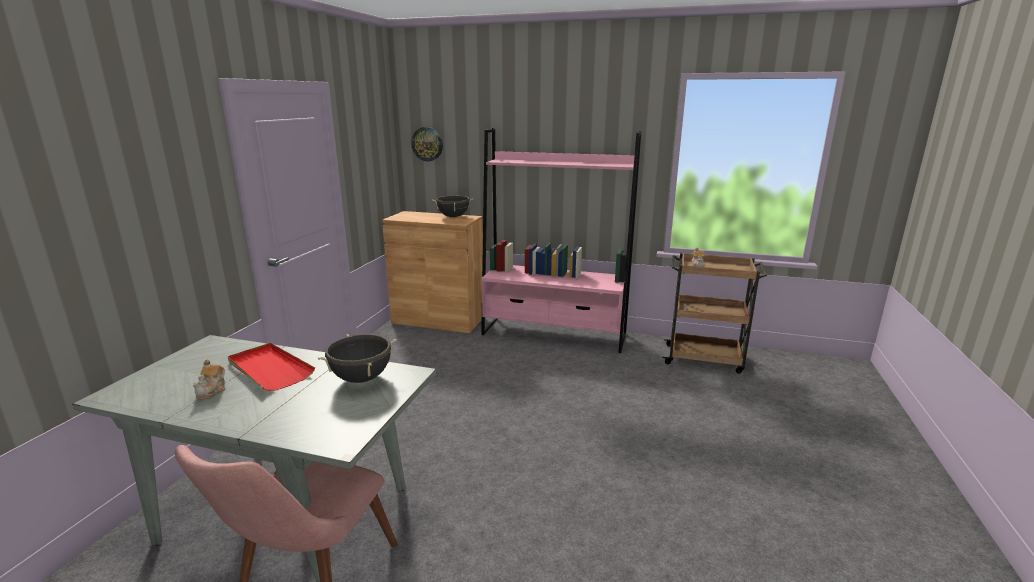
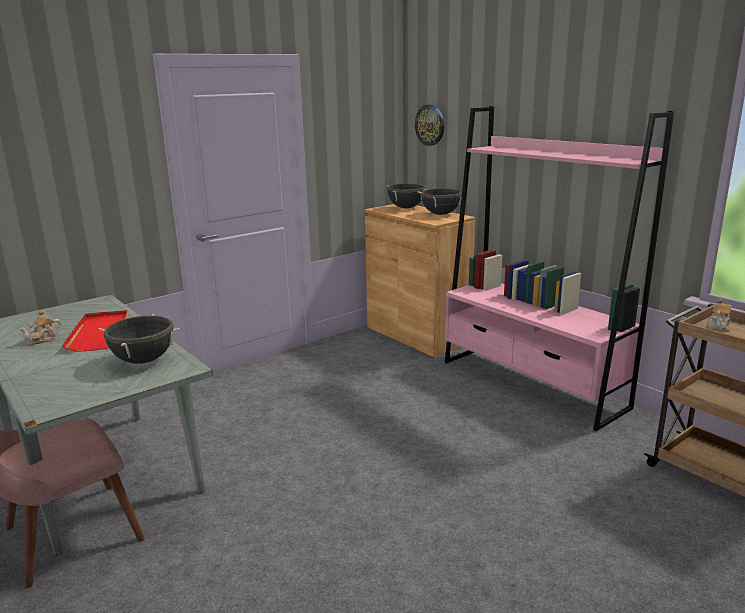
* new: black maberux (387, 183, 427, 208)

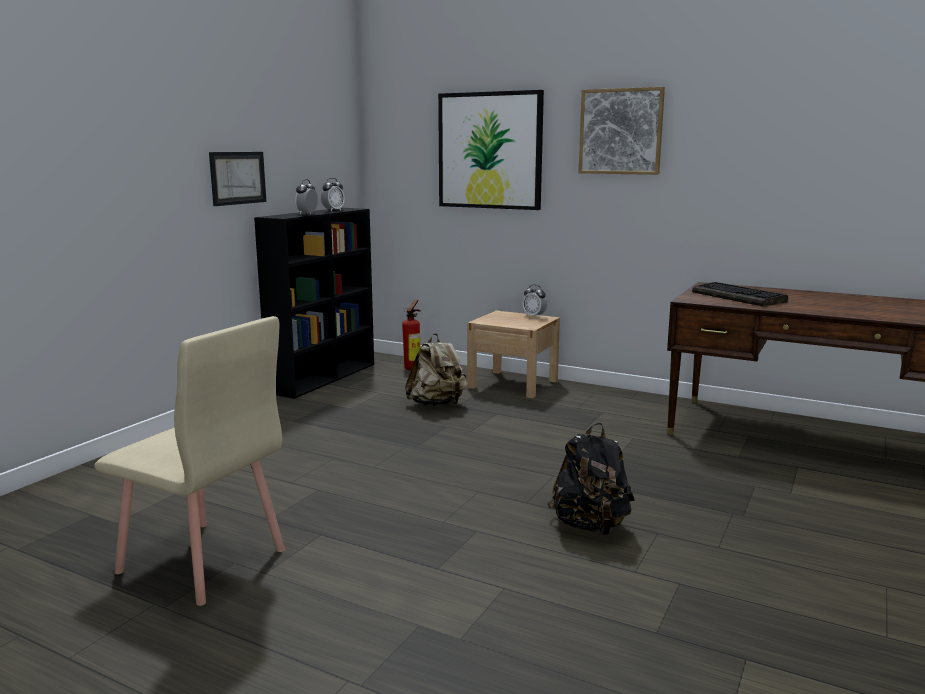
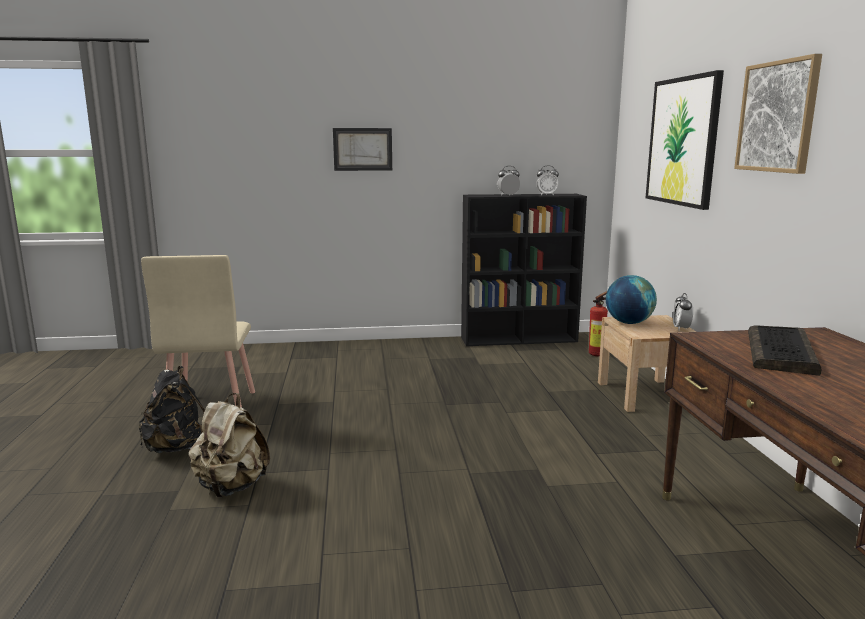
* shifted: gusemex (209, 152, 266, 206) to (333, 128, 392, 171)
* shifted: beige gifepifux (405, 333, 468, 406) to (188, 393, 270, 497)
* shifted: black gifepifux (547, 423, 635, 535) to (139, 366, 205, 453)
* new: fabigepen (606, 275, 657, 324)

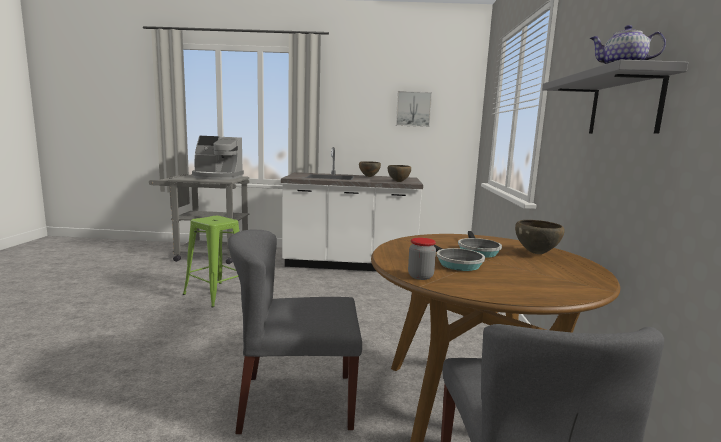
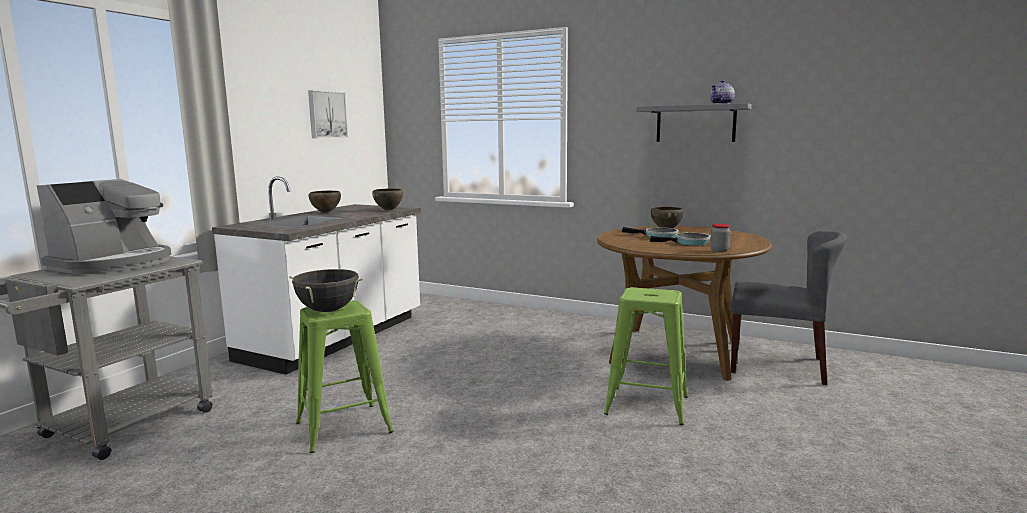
* swapped: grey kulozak (228, 230, 362, 434) to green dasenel (604, 287, 688, 425)
* new: black maberux (289, 269, 363, 312)

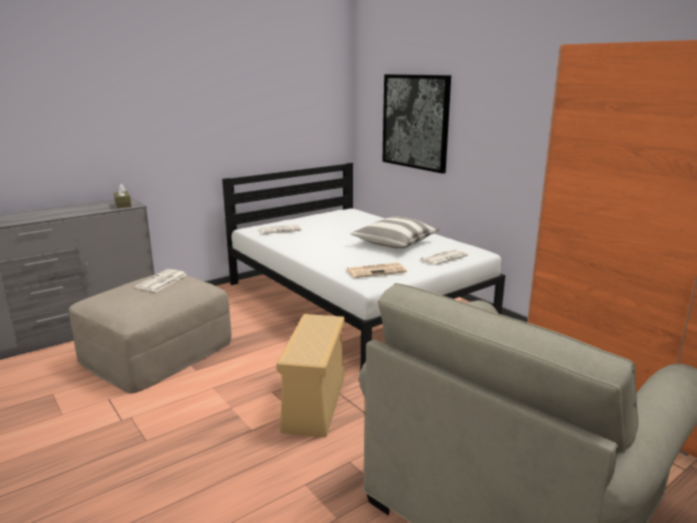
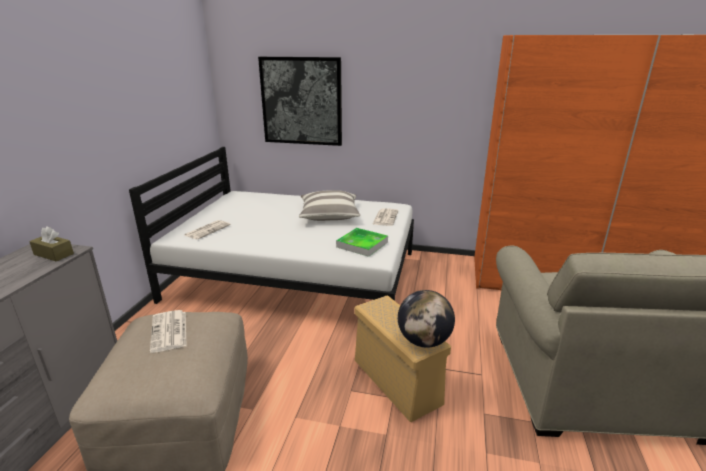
* swapped: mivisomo (347, 262, 407, 278) to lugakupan (336, 228, 388, 257)
* new: fabigepen (398, 290, 455, 348)

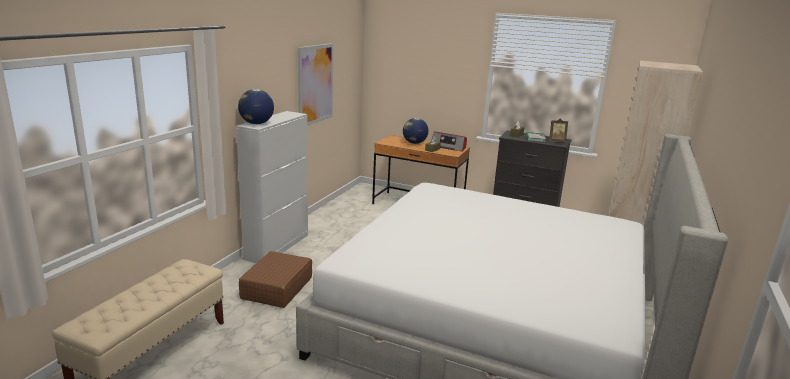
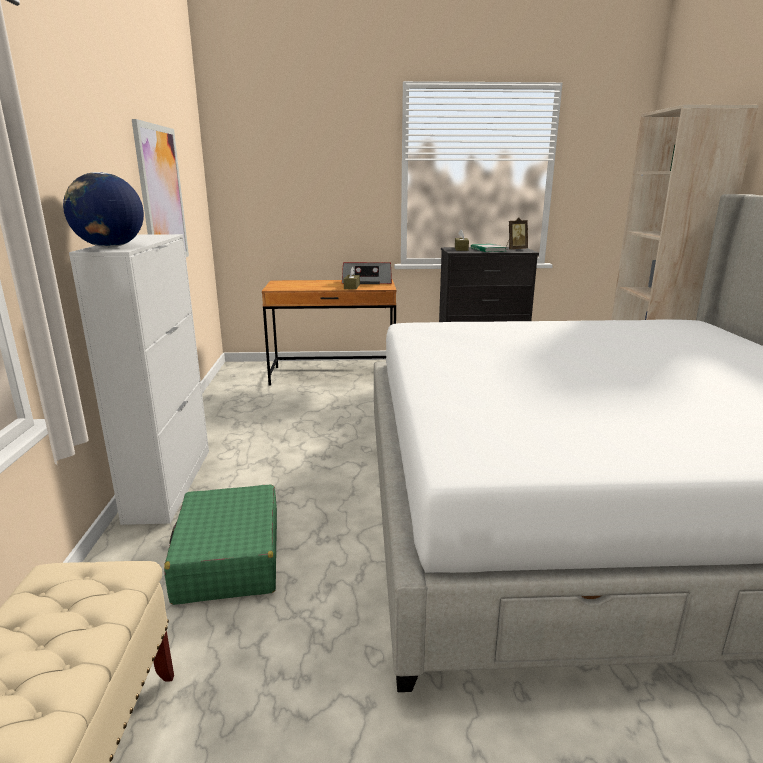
* repainted: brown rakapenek (239, 251, 312, 308) to green rakapenek (164, 484, 277, 605)
* gone: fabigepen (403, 118, 428, 144)

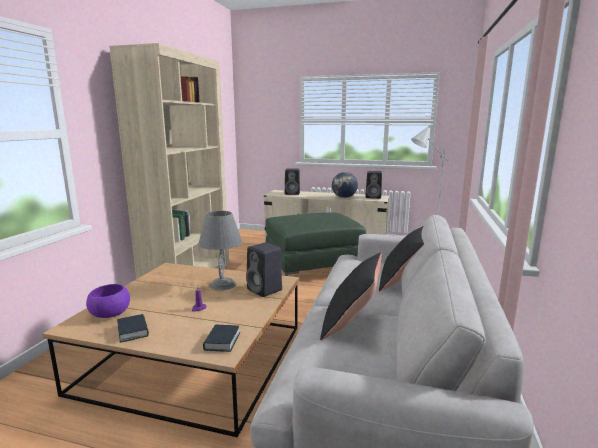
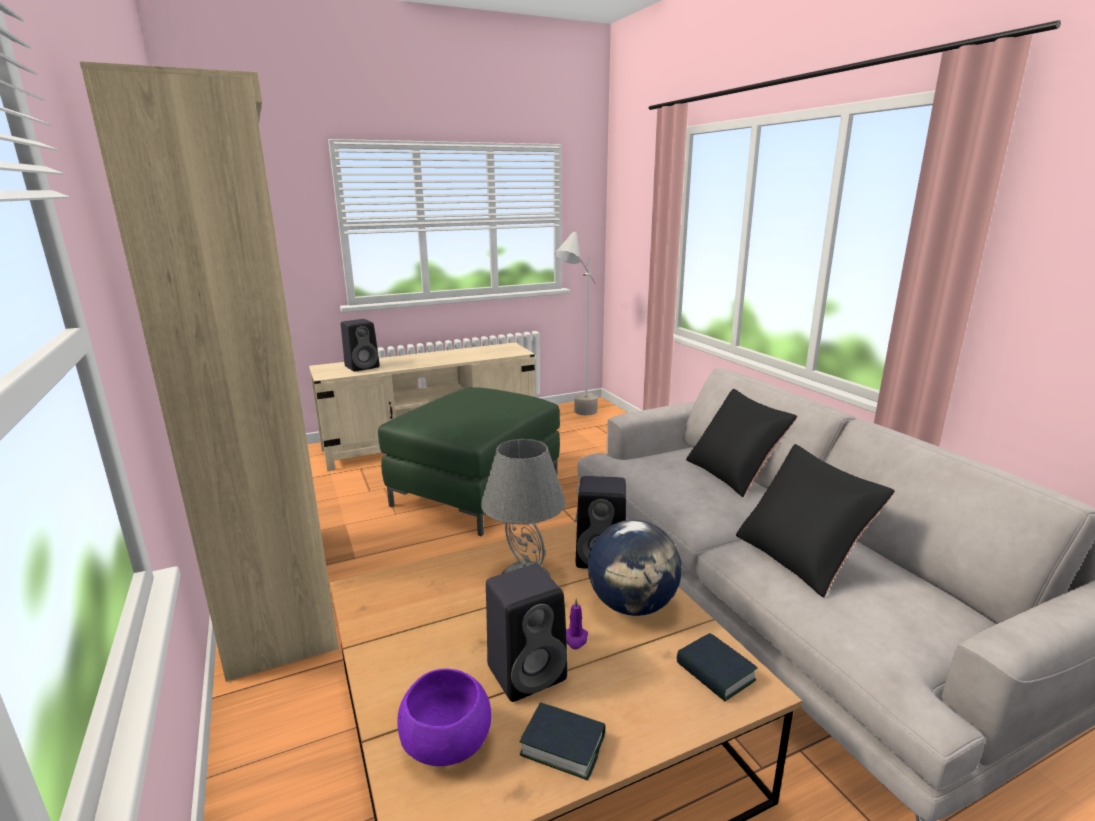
* shifted: fabigepen (332, 172, 358, 198) to (588, 520, 682, 616)
* shifted: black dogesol (365, 171, 382, 199) to (486, 564, 567, 702)

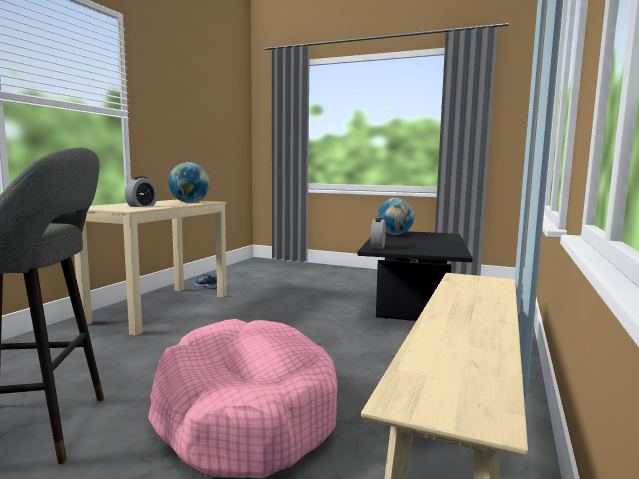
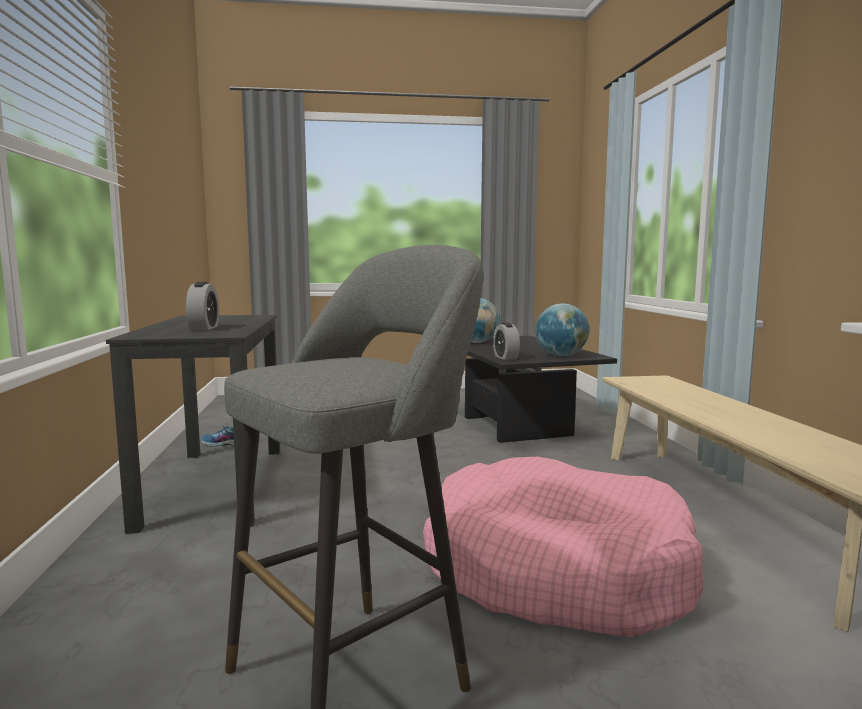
* repainted: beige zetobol (74, 200, 227, 336) to black zetobol (106, 315, 280, 534)
* shifted: fabigepen (168, 162, 210, 203) to (535, 303, 589, 356)

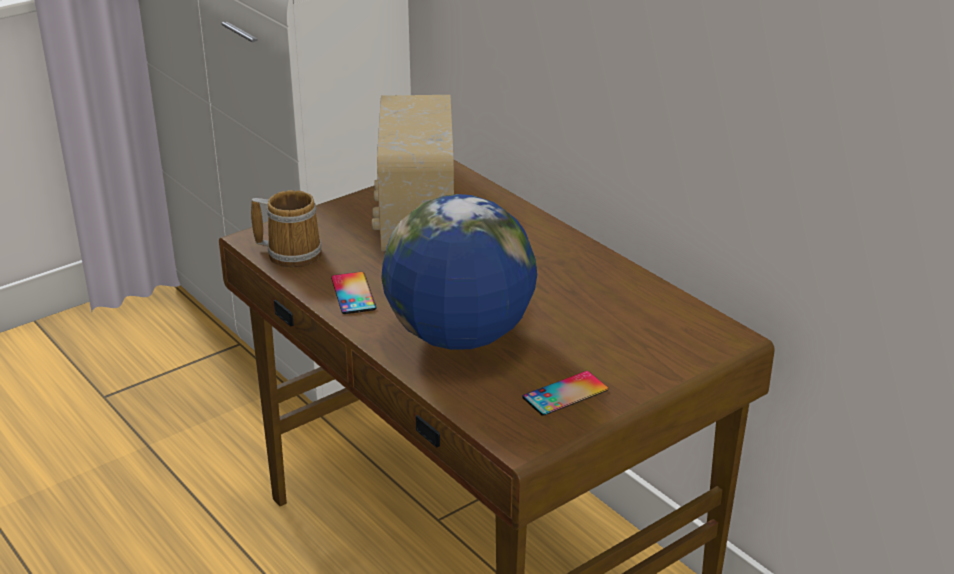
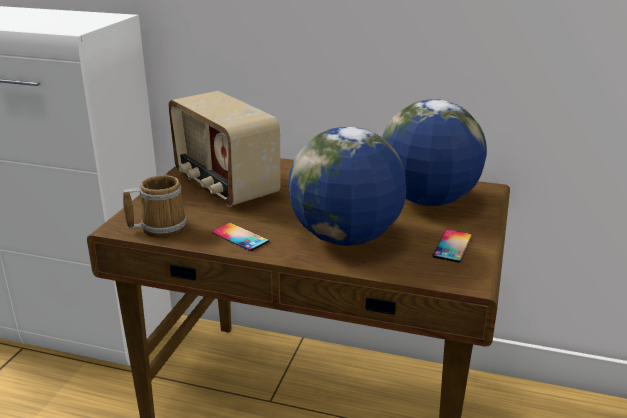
* new: fabigepen (382, 99, 487, 206)

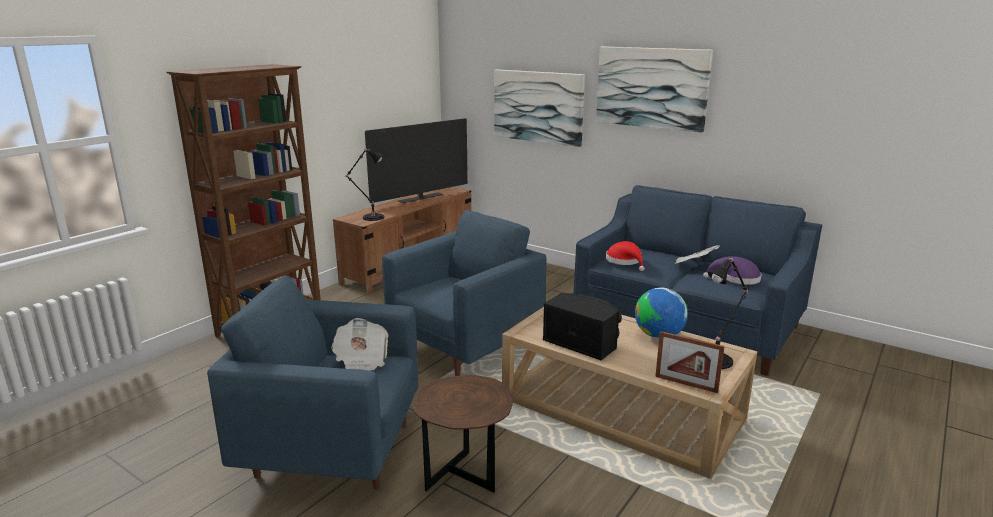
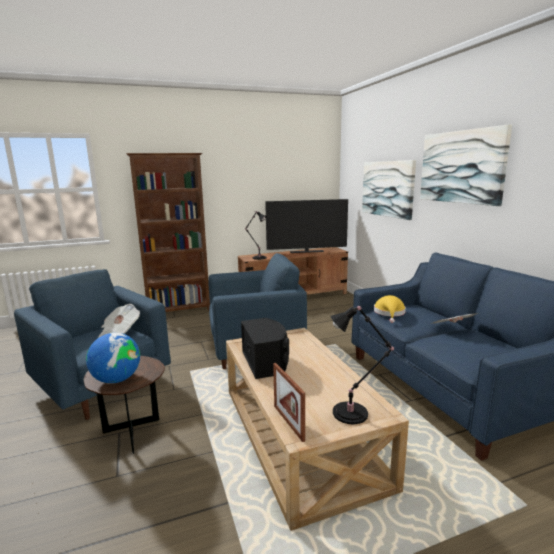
* repainted: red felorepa (606, 241, 645, 271) to yellow felorepa (374, 295, 406, 323)
* shifted: fabigepen (635, 287, 688, 339) to (86, 333, 140, 384)
* gone: purple felorepa (703, 256, 762, 285)

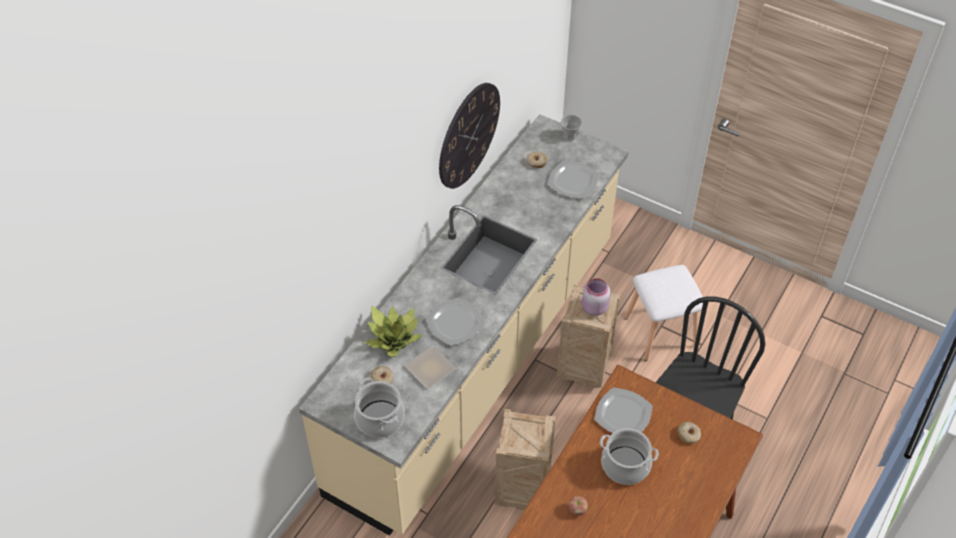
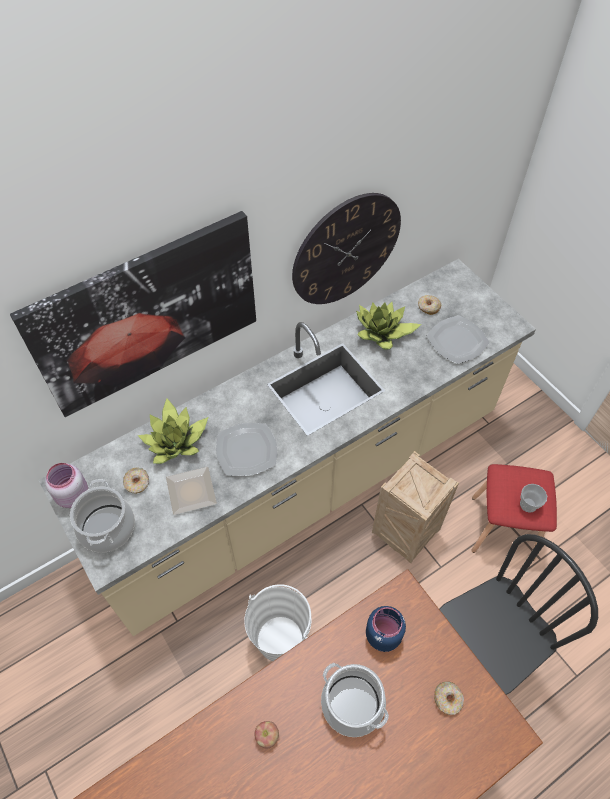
* swapped: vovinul (495, 409, 556, 510) to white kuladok (244, 584, 311, 661)
* shifted: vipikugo (561, 115, 582, 141) to (520, 484, 547, 513)
* shifted: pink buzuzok (582, 278, 611, 316) to (45, 463, 88, 508)
* swapped: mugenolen (594, 387, 653, 433) to blue buzuzok (366, 606, 406, 652)
* repainted: white dasenel (624, 265, 703, 361) to red dasenel (471, 464, 557, 561)
* new: gusemex (10, 211, 256, 417)
* new: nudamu (356, 302, 422, 350)

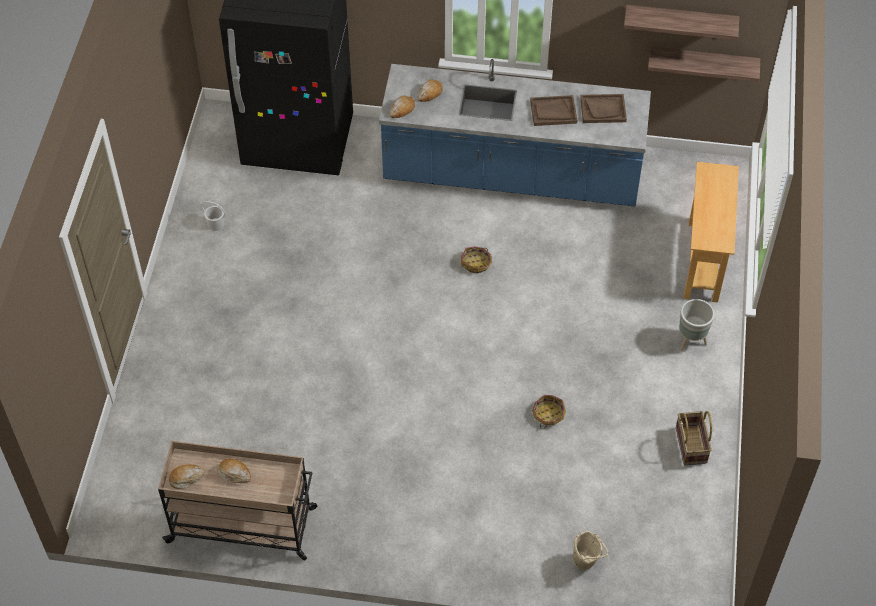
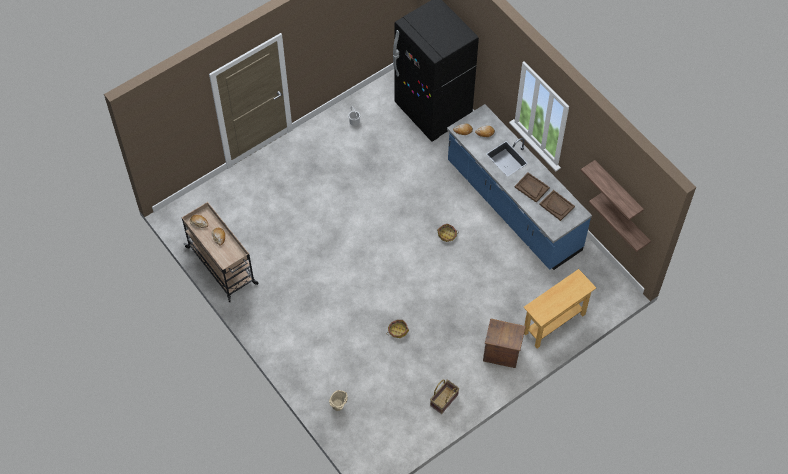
* swapped: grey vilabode (679, 299, 715, 351) to vovinul (483, 319, 526, 368)

